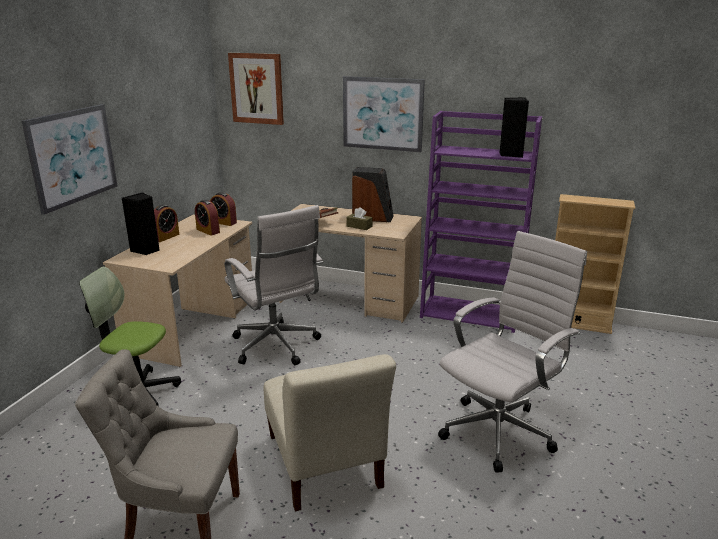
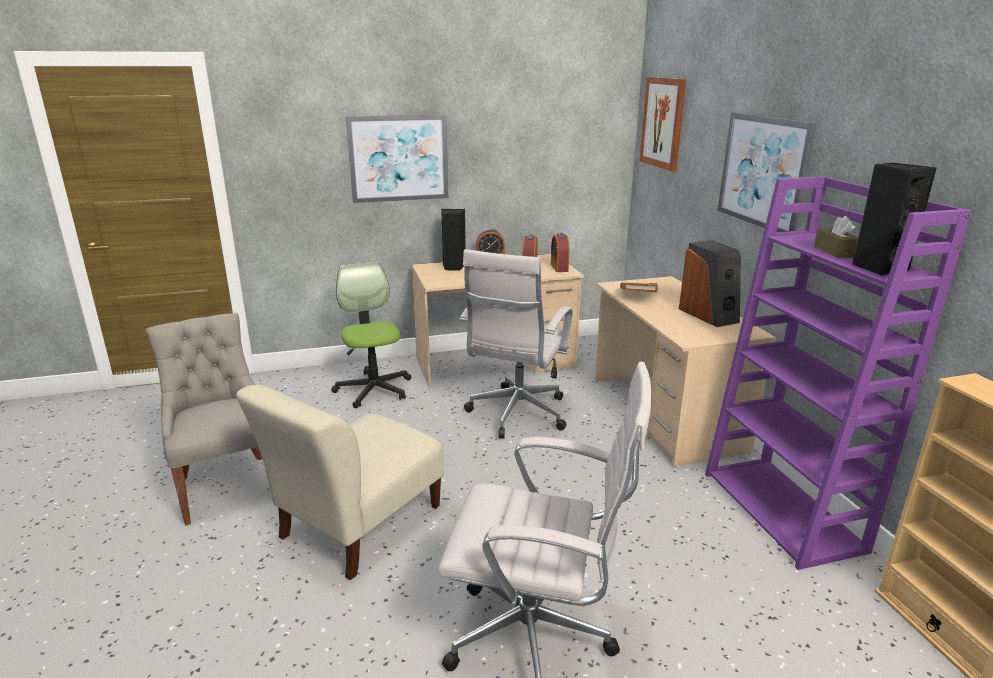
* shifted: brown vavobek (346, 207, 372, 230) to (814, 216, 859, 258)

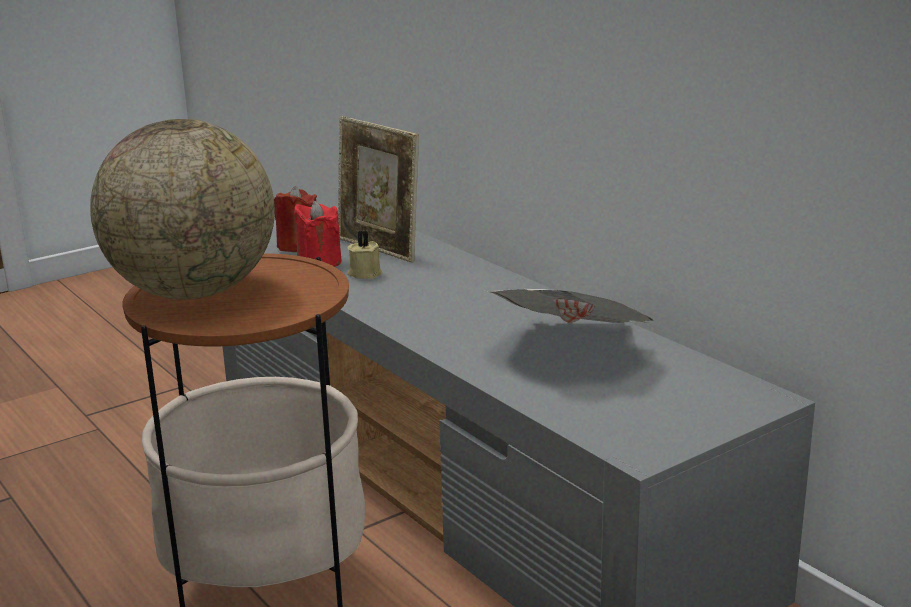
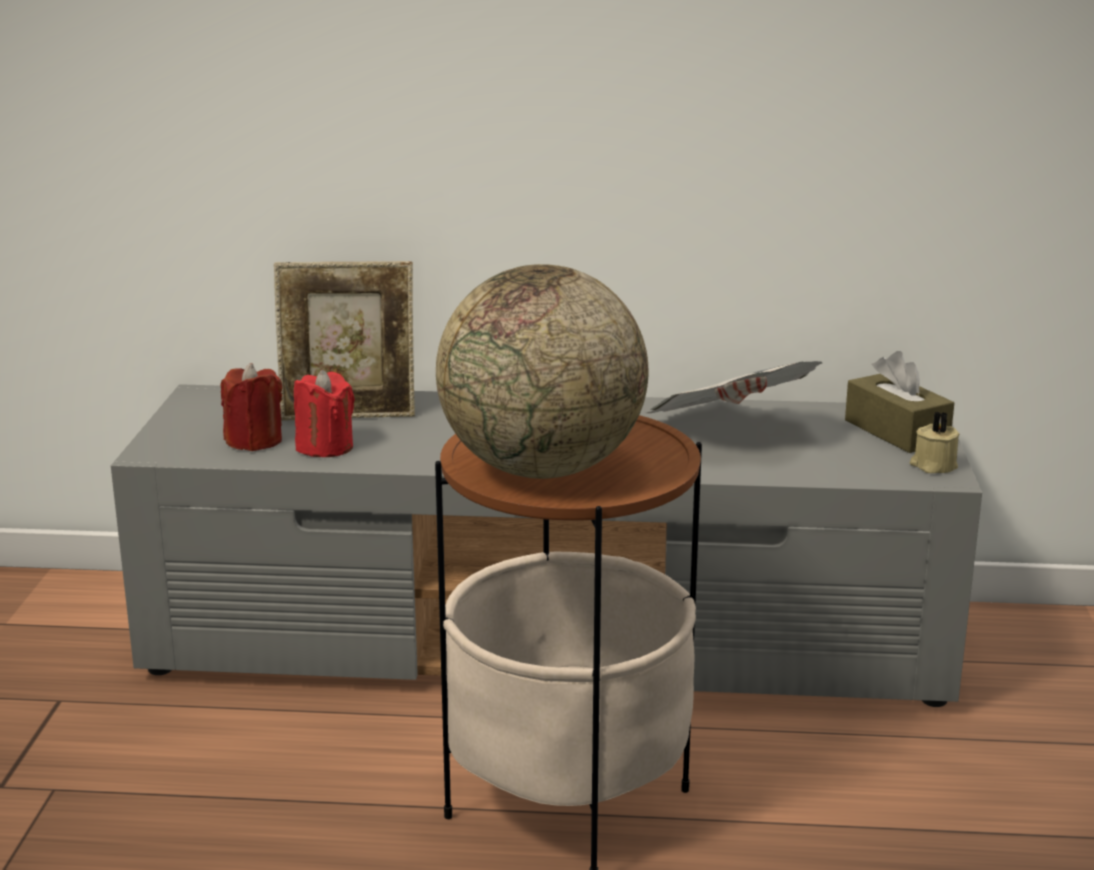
* shifted: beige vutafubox (347, 230, 382, 279) to (909, 411, 960, 473)
* new: brown vavobek (845, 351, 954, 453)

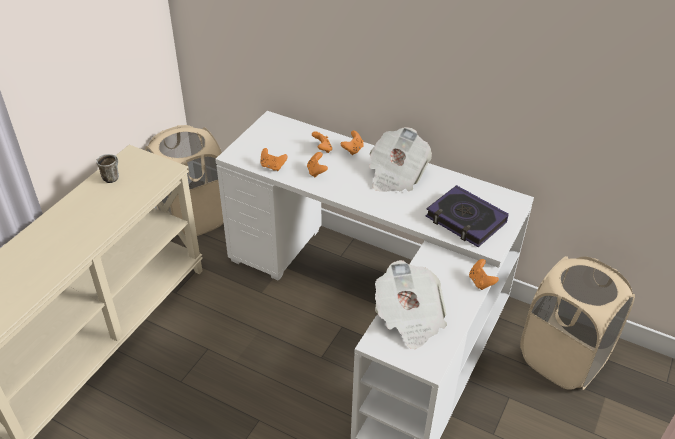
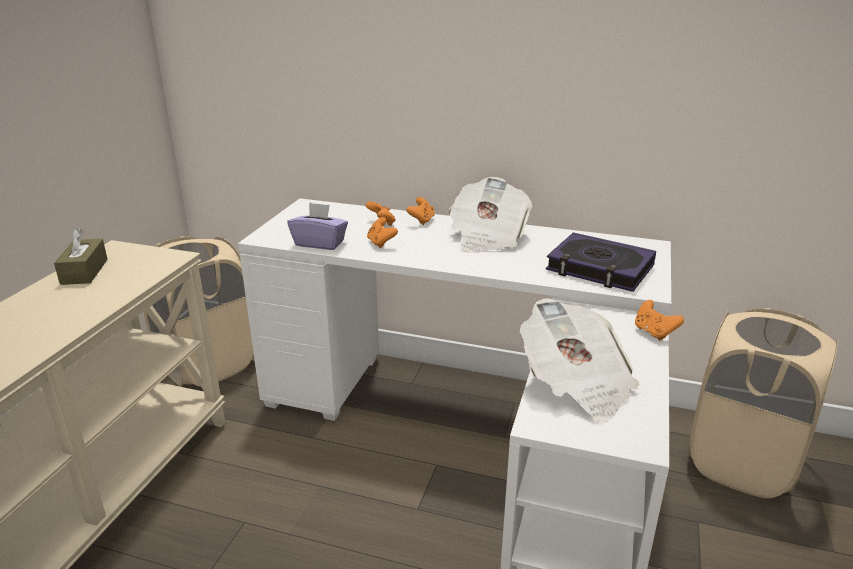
* swapped: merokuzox (96, 154, 119, 183) to brown vavobek (54, 228, 108, 285)
* swapped: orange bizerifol (261, 148, 288, 171) to purple vavobek (288, 202, 348, 250)

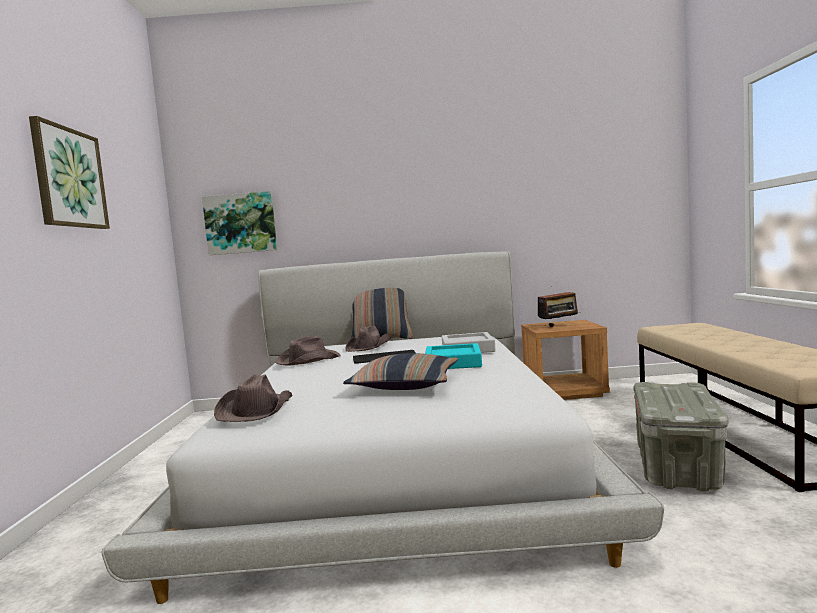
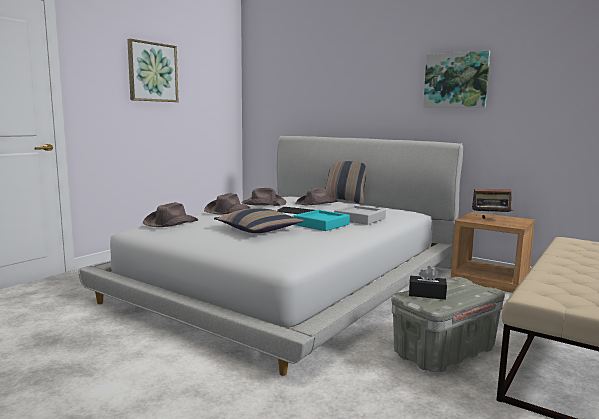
* shifted: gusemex (202, 191, 277, 255) to (423, 51, 490, 108)
* new: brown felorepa (204, 193, 250, 215)
* new: black vavobek (409, 266, 447, 300)

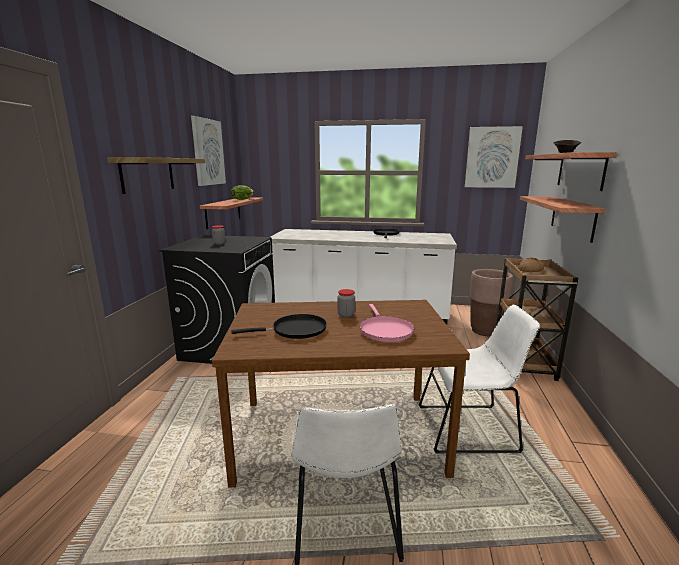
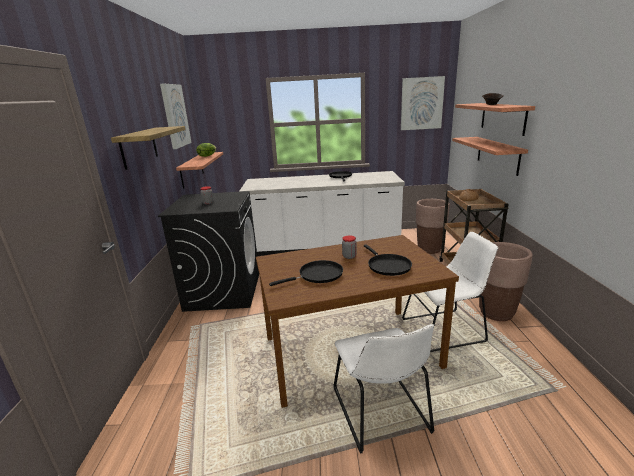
* repainted: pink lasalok (360, 304, 415, 342) to black lasalok (364, 244, 412, 276)
* new: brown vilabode (479, 242, 533, 321)

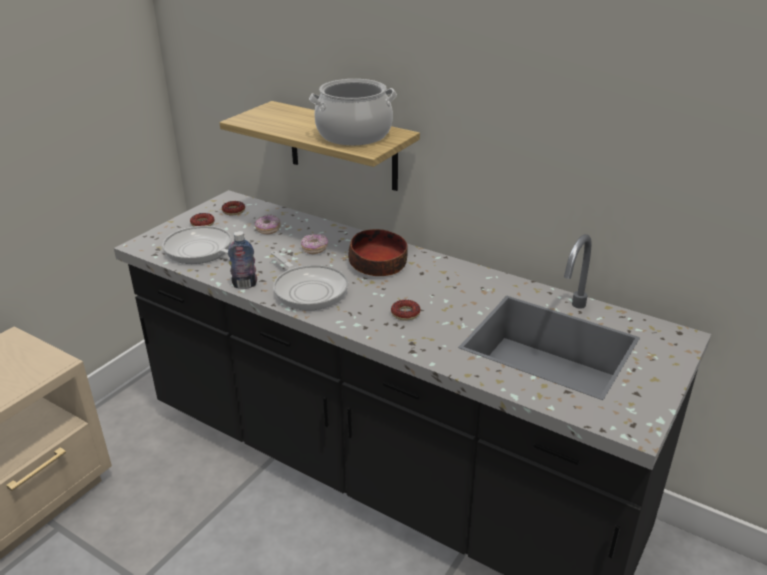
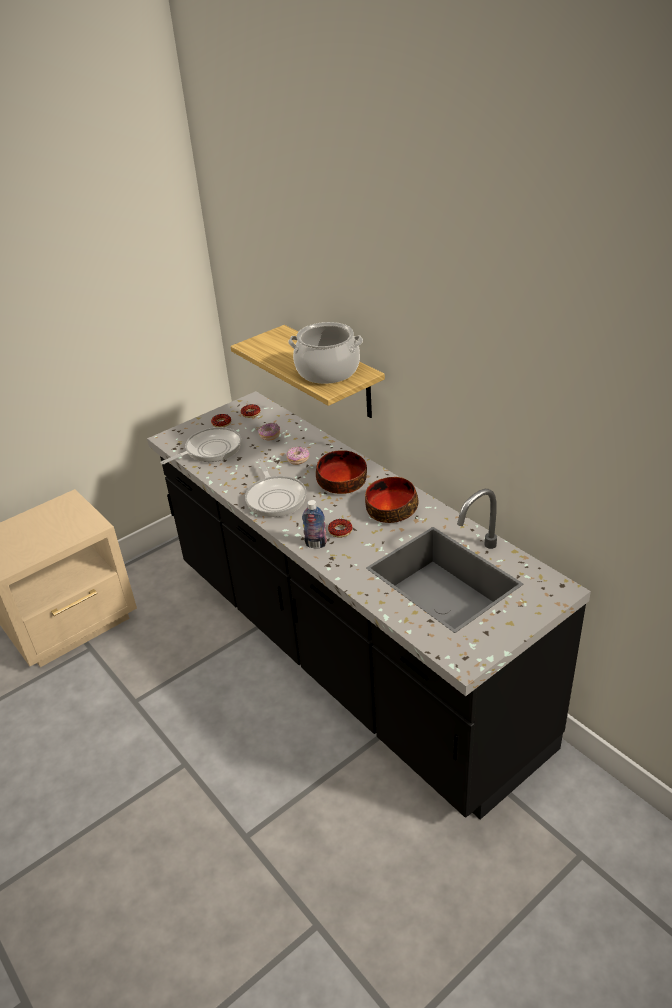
* rotated: lasalok (162, 226, 232, 264) = (160, 427, 241, 464) 90 degrees clockwise
* shifted: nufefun (228, 231, 257, 289) to (302, 500, 327, 548)
* new: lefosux (365, 477, 418, 523)

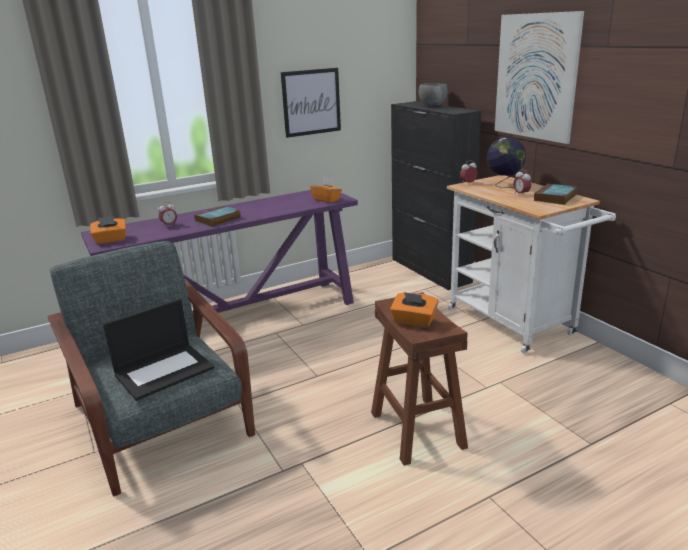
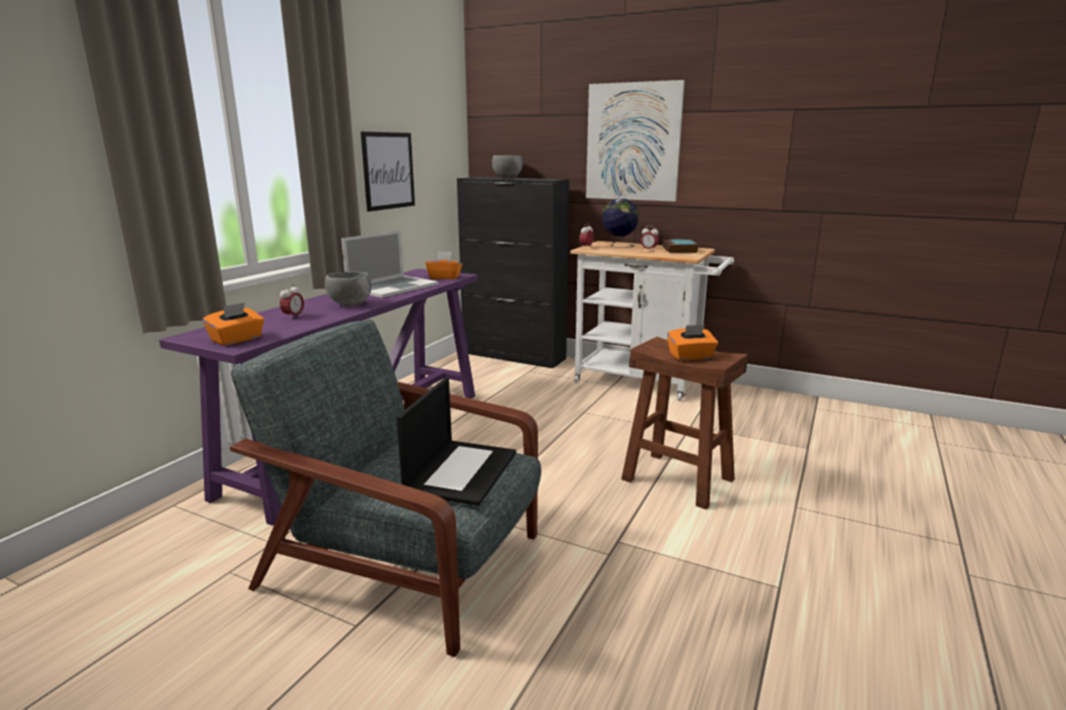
* swapped: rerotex (194, 206, 241, 227) to grey lefosux (325, 272, 372, 306)
* new: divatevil (342, 230, 439, 298)

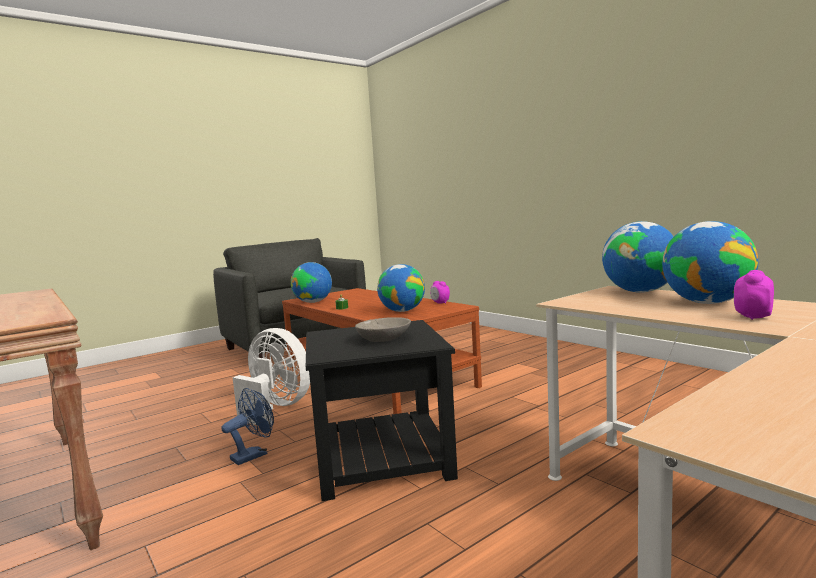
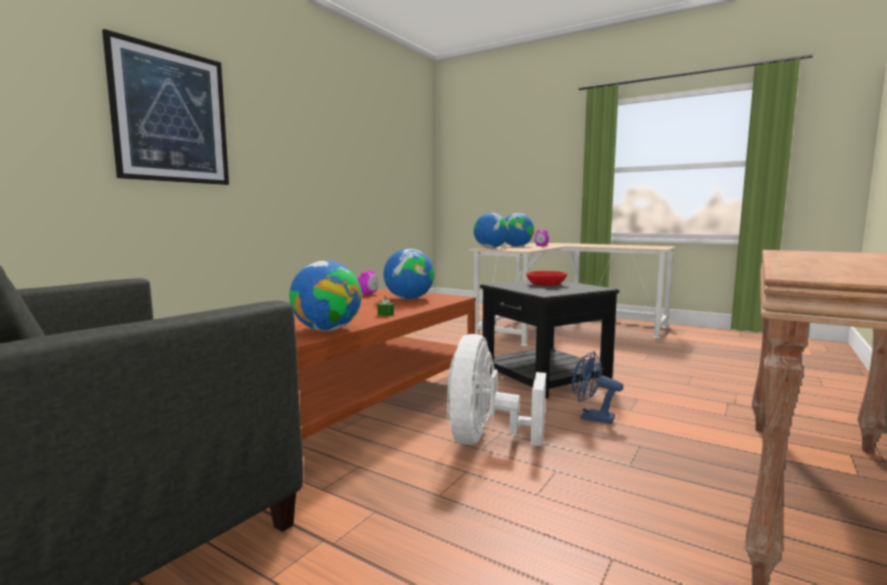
* repainted: grey lefosux (355, 317, 411, 342) to red lefosux (526, 271, 567, 286)
* new: gusemex (102, 29, 229, 185)

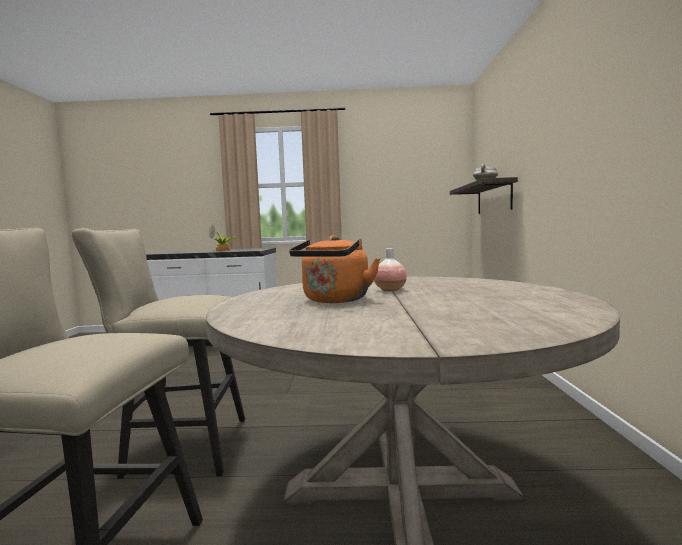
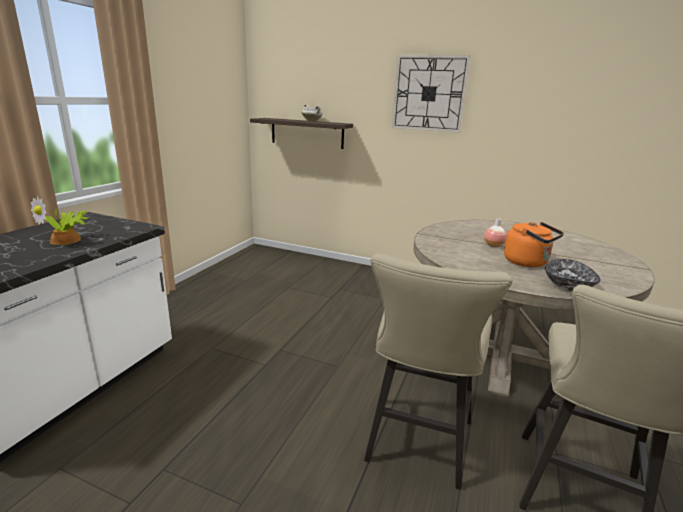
* new: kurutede (392, 55, 470, 133)
* new: lefosux (545, 259, 600, 292)

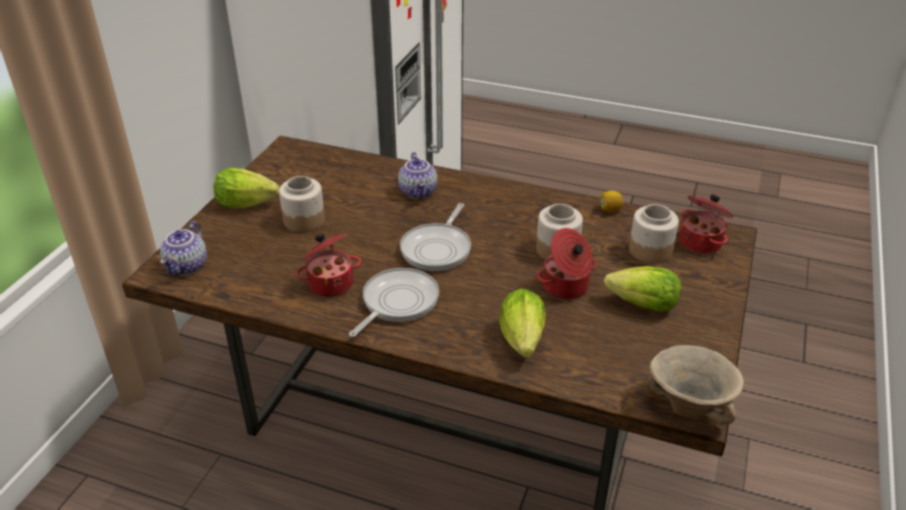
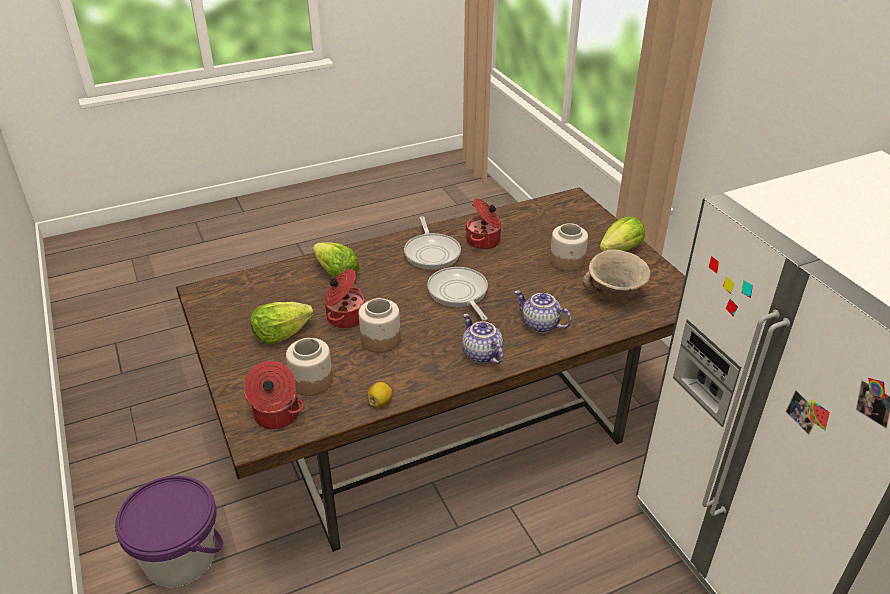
* shifted: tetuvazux (160, 221, 207, 276) to (462, 314, 503, 364)
* shifted: beige lefosux (648, 345, 744, 425) to (583, 249, 651, 301)
* new: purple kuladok (115, 476, 223, 587)

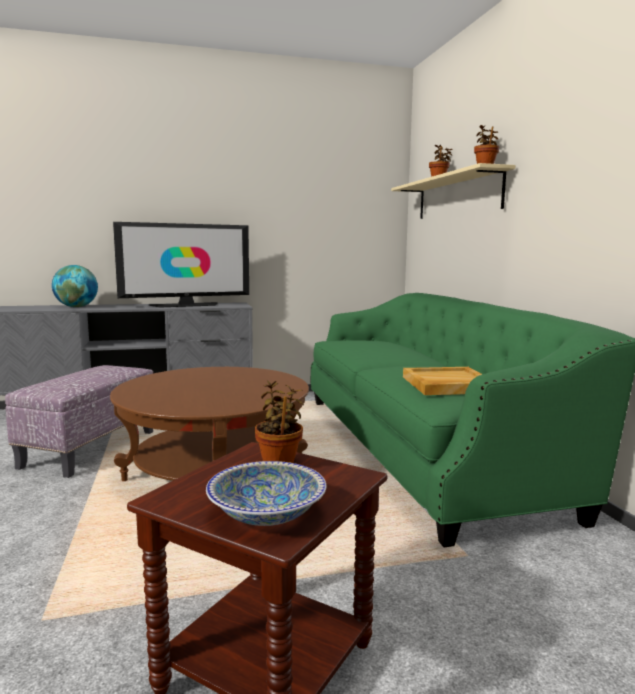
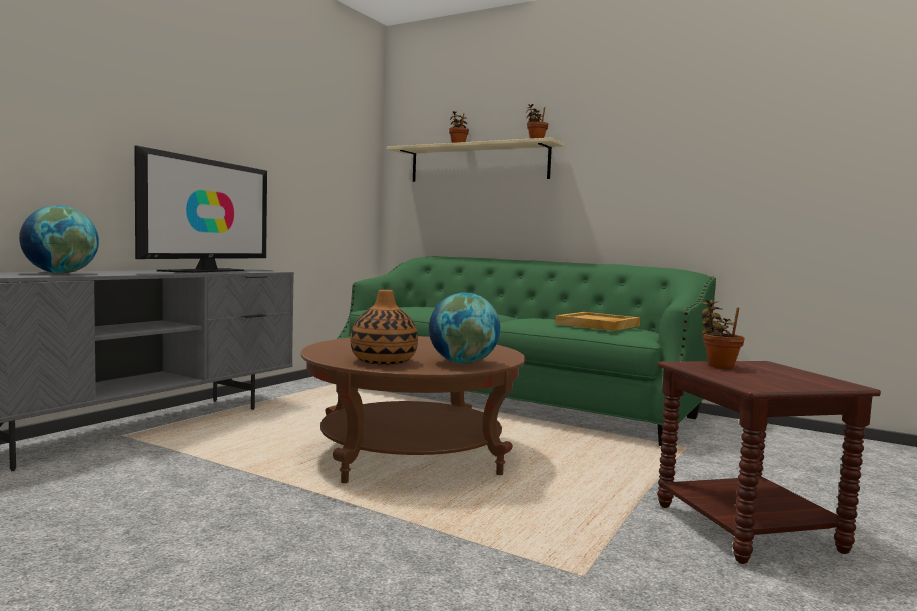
* gone: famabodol (5, 365, 153, 478)
* gone: lefosux (206, 461, 326, 526)
* new: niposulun (350, 290, 418, 365)
* new: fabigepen (429, 292, 500, 364)

